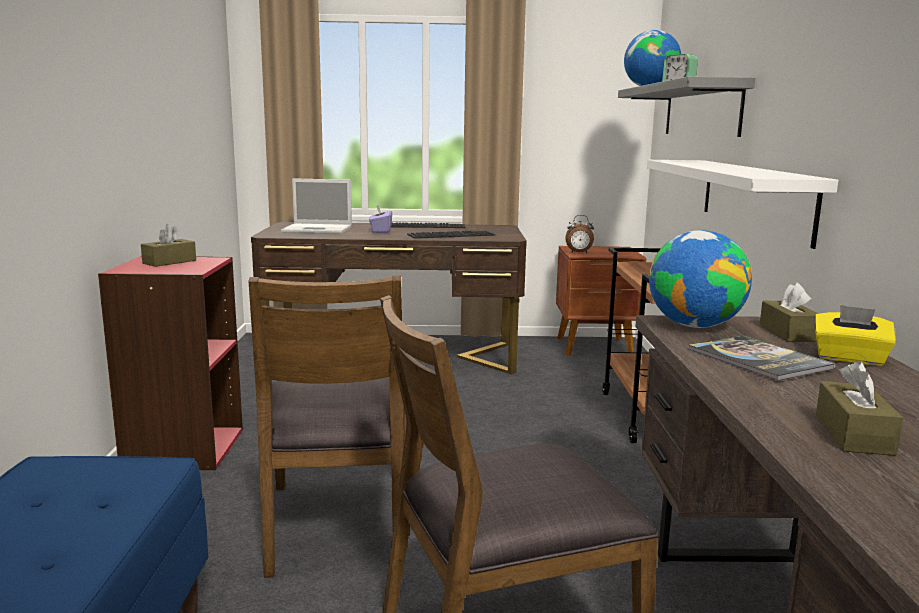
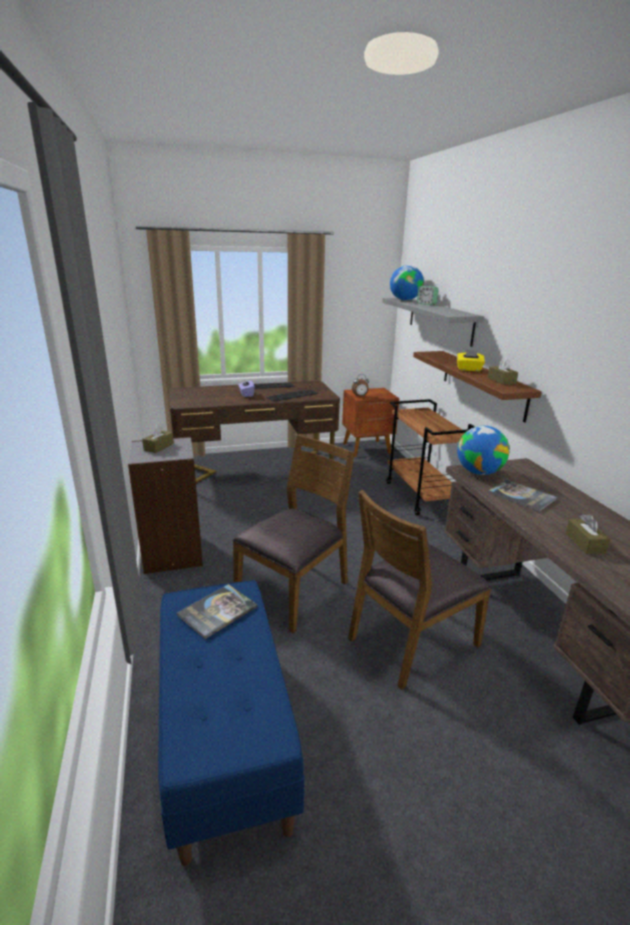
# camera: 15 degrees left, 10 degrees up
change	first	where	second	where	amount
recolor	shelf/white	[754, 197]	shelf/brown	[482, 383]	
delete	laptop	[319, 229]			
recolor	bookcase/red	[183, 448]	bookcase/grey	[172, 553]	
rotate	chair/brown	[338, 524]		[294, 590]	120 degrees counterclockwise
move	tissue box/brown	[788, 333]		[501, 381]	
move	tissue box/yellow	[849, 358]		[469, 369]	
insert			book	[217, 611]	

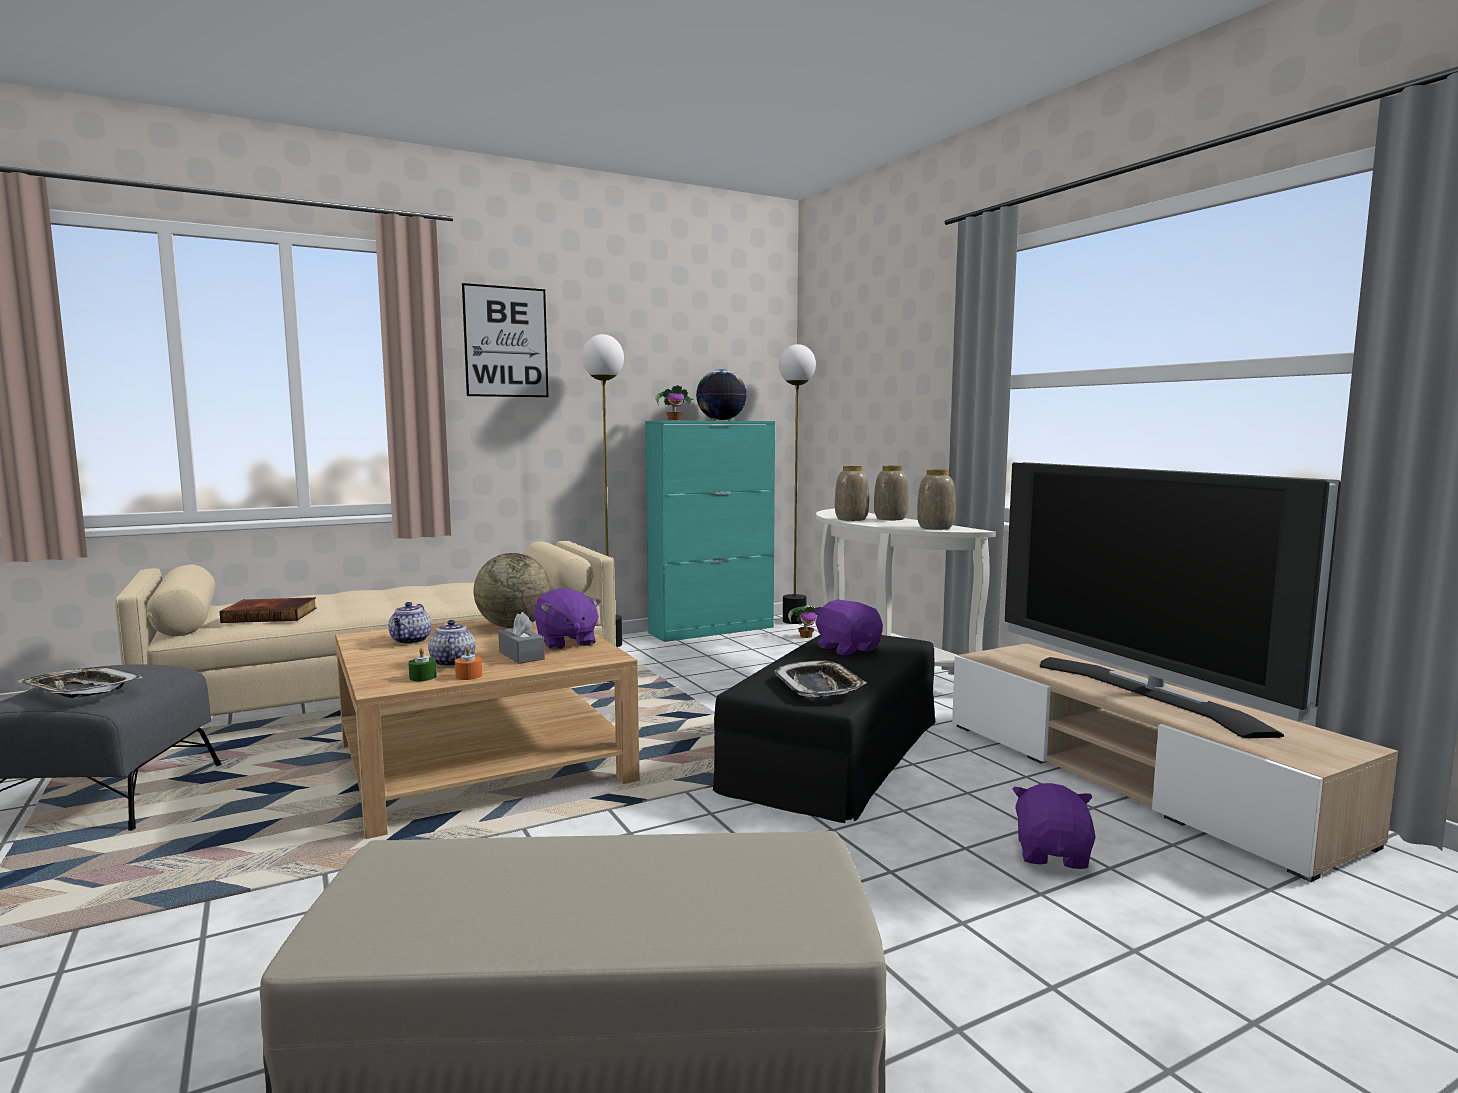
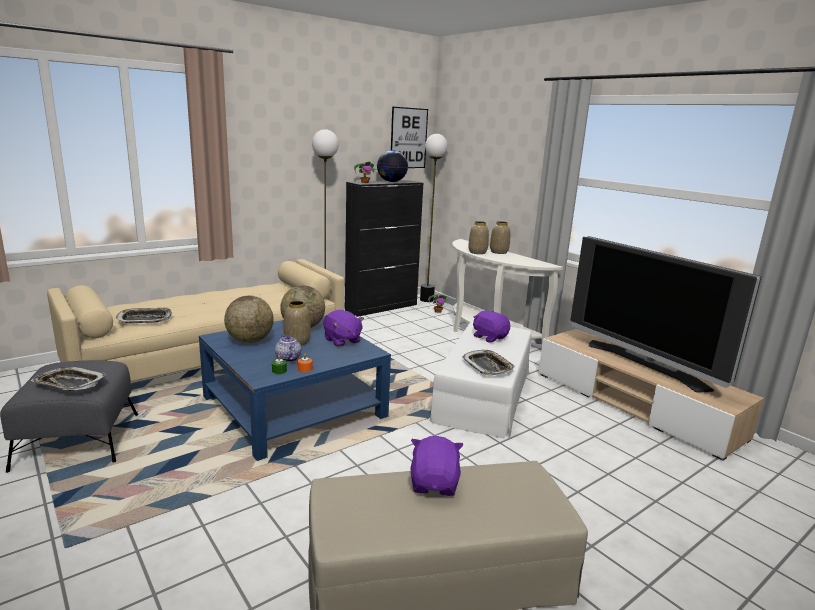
# camera: 10 degrees left, 10 degrees up
change	first	where	second	where	amount
move	picture	[506, 342]		[408, 138]	
recolor	cabinet/turquoise	[712, 630]	cabinet/black	[382, 307]	
move	vase	[935, 528]		[297, 342]	
replace	book	[271, 615]	tray	[145, 319]	
replace	teapot	[411, 641]	globe	[250, 341]	
delete	tissue box/grey	[521, 655]			
recolor	coffee table/beige	[482, 762]	coffee table/blue	[294, 407]	
recolor	ottoman/black	[835, 752]	ottoman/white	[483, 394]	
move	plush toy/purple	[1053, 854]		[434, 484]	

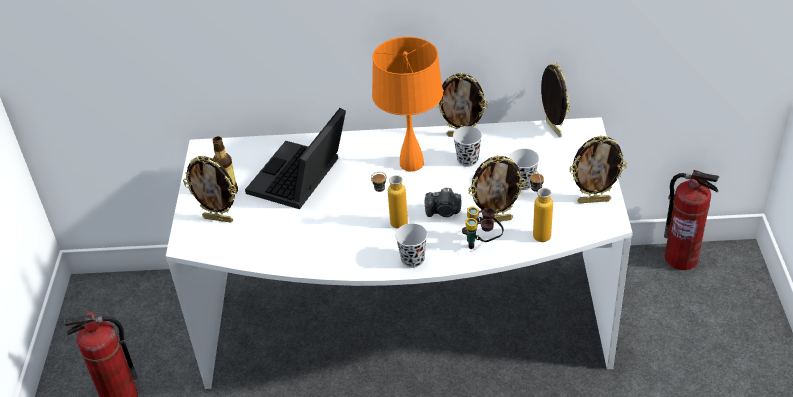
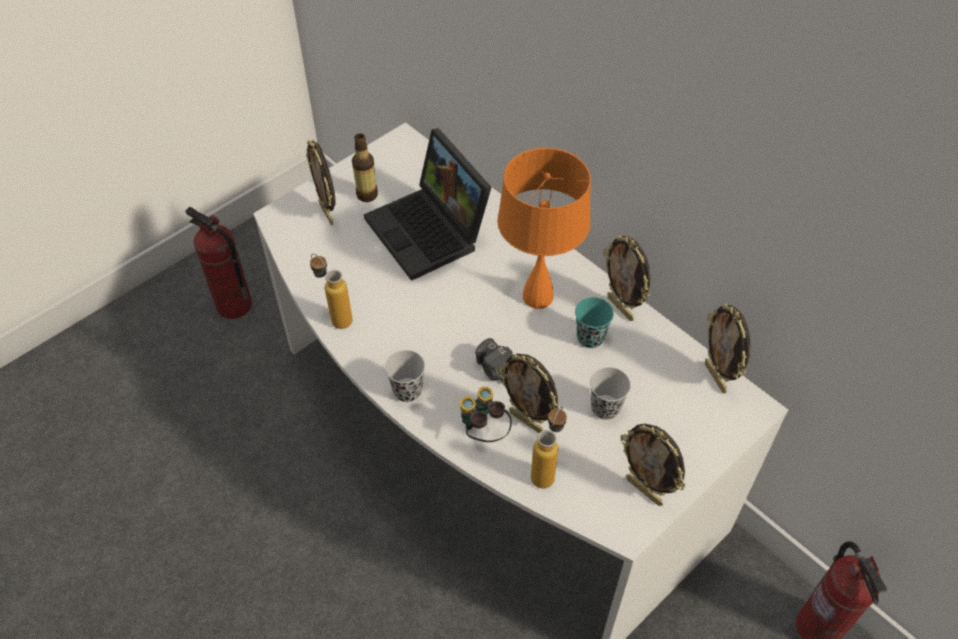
# camera: 45 degrees right, 10 degrees up
change	first	where	second	where	amount
rotate	picture frame	[552, 129]		[716, 377]	135 degrees clockwise
rotate	laptop	[300, 180]		[430, 231]	105 degrees counterclockwise
recolor	cup/black	[467, 160]	cup/turquoise	[590, 337]	
move	bottle	[391, 224]		[335, 317]	

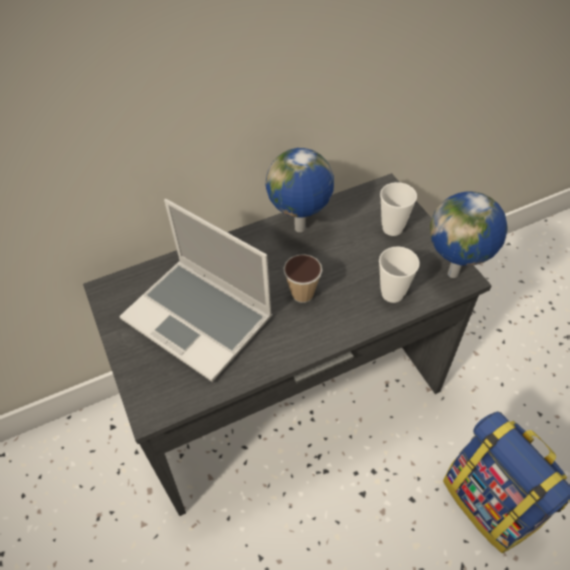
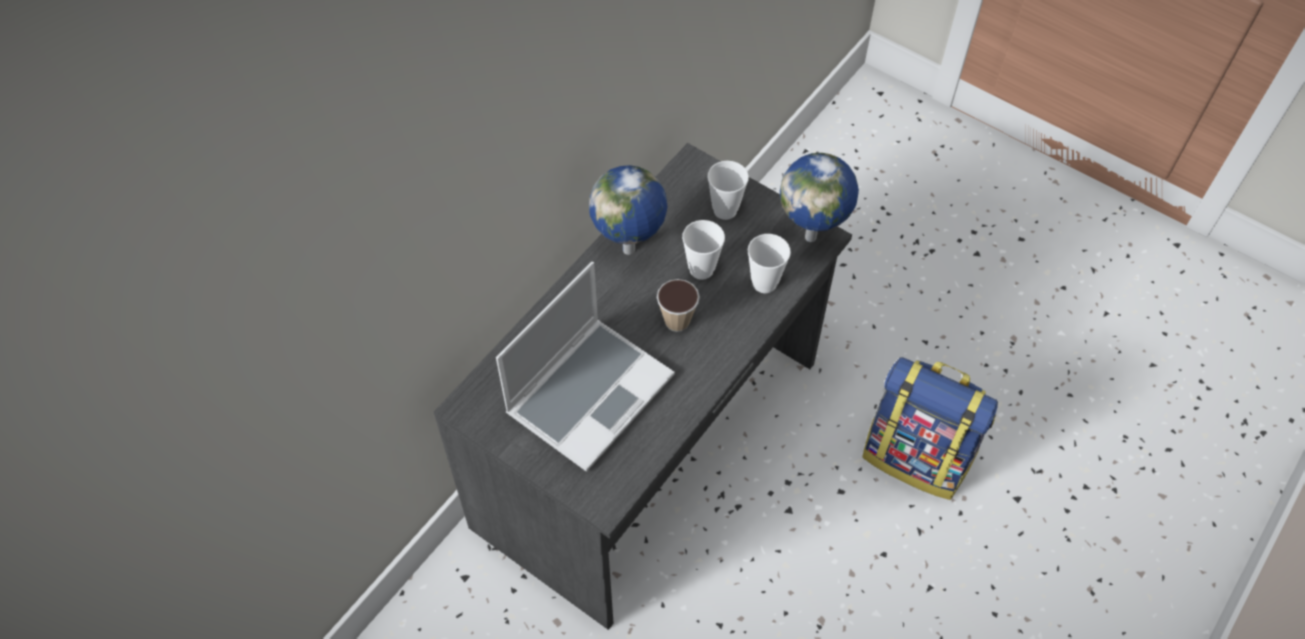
# camera: 30 degrees left, 5 degrees up
change	first	where	second	where	amount
rotate	laptop	[200, 318]		[590, 392]	60 degrees counterclockwise
insert			cup	[701, 269]	

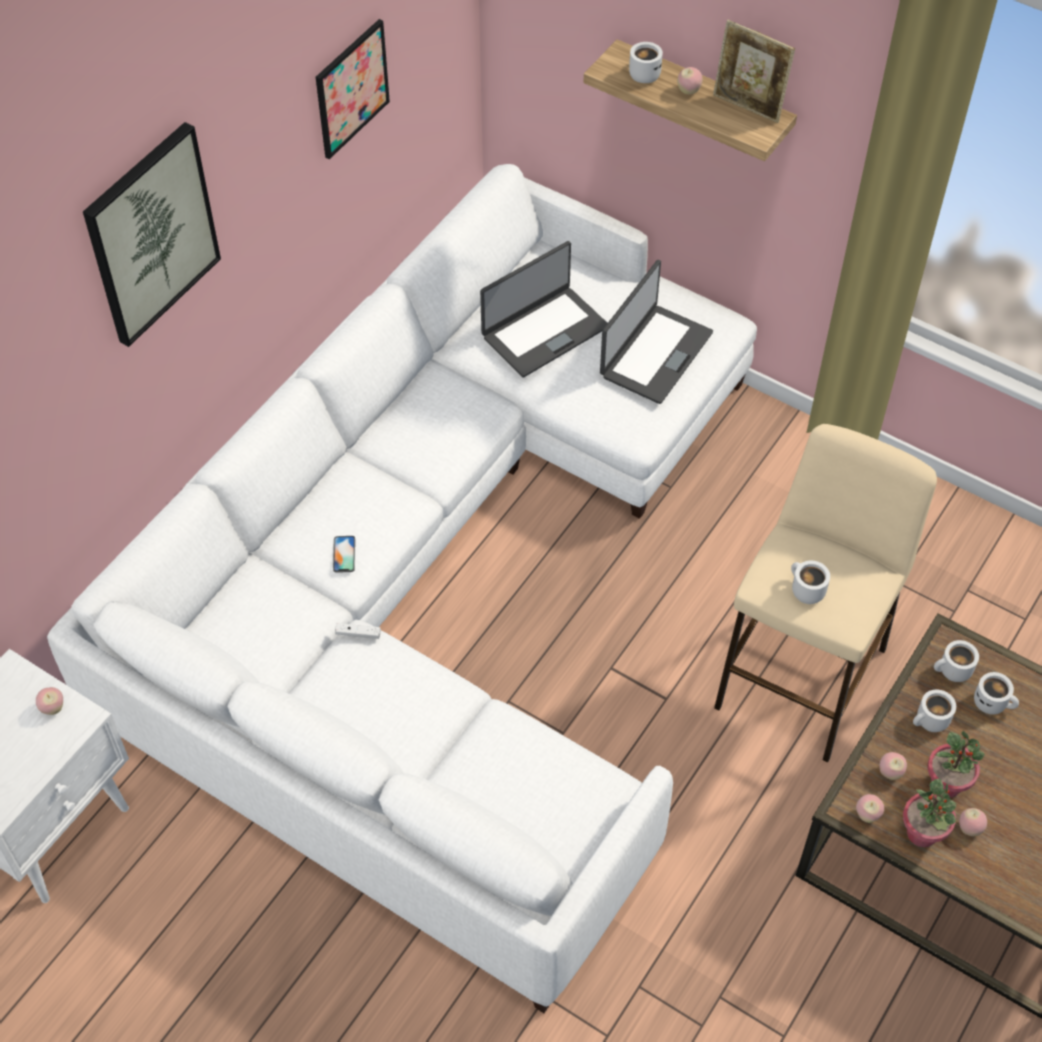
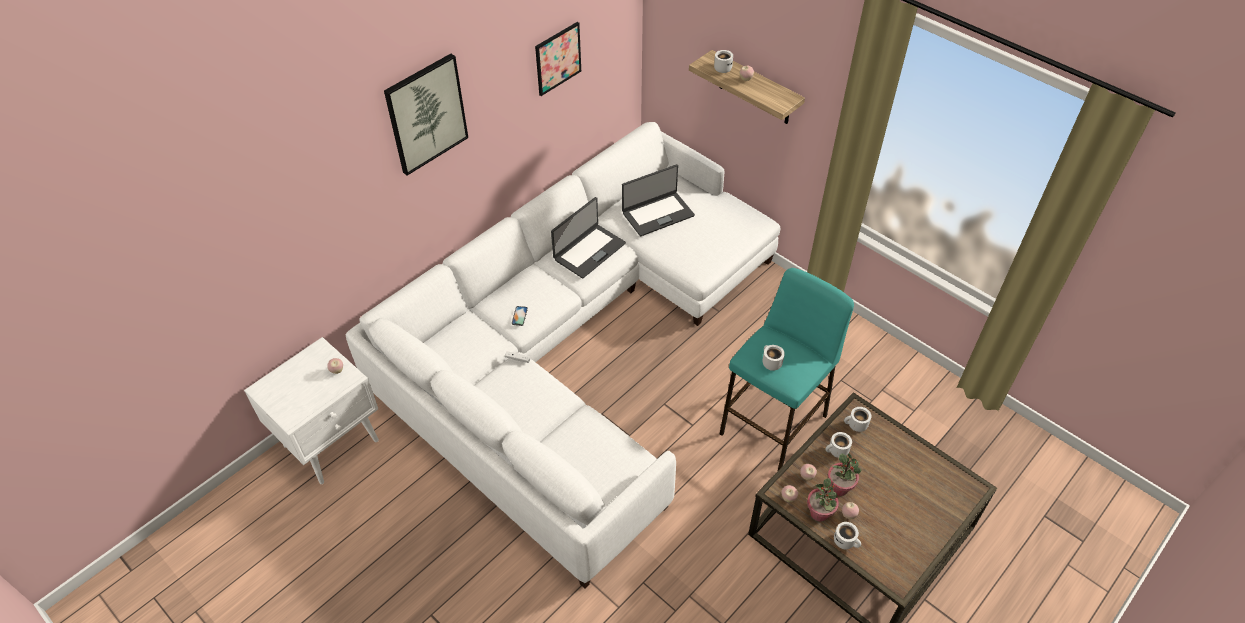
# camera: 10 degrees right, 5 degrees down
change	first	where	second	where	amount
delete	picture frame	[748, 107]			
move	laptop	[655, 354]		[589, 251]	
recolor	stool/beige	[801, 677]	stool/turquoise	[774, 424]	
move	mug/white	[993, 702]		[846, 541]	

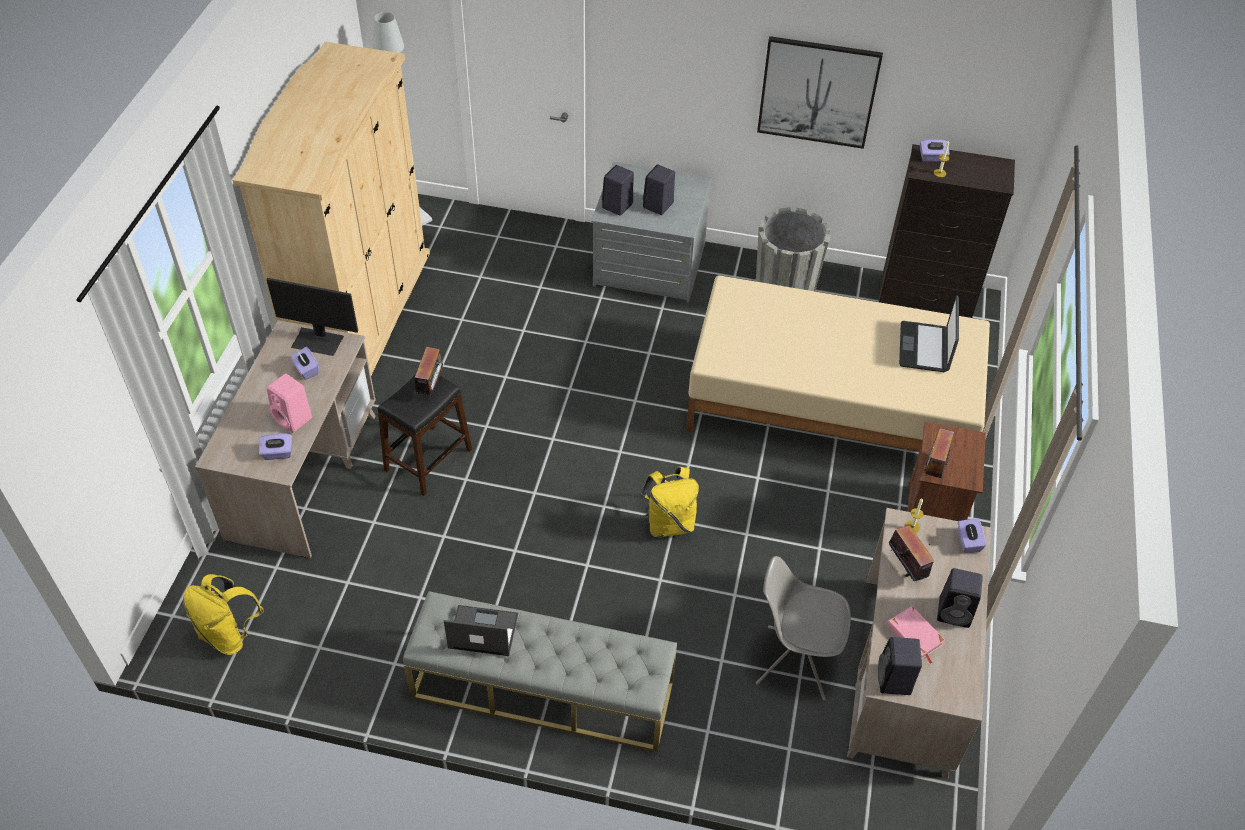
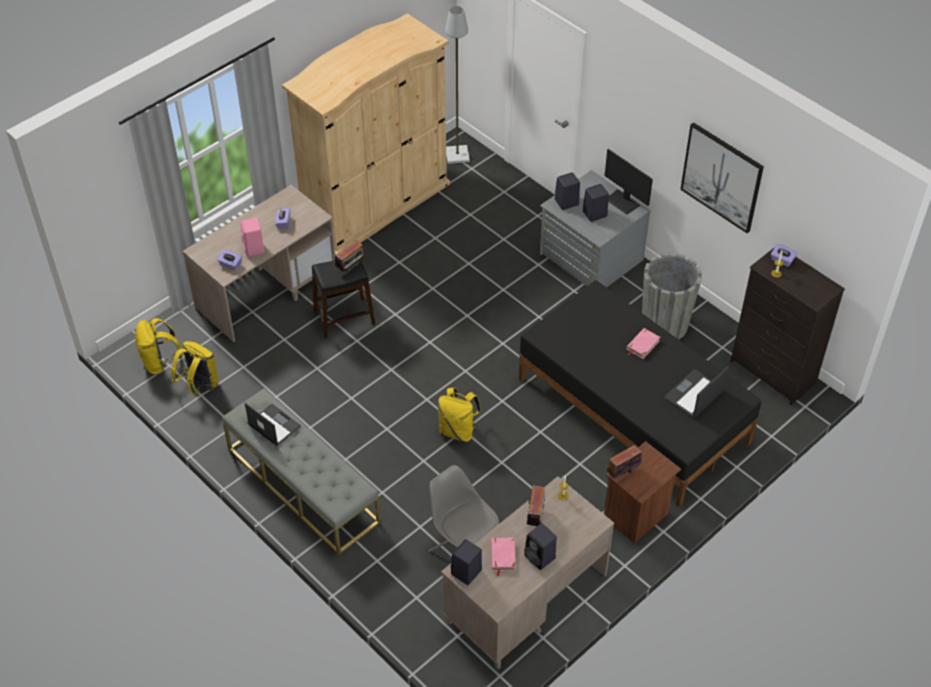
# camera: 35 degrees right, 0 degrees up
change	first	where	second	where	amount
recolor	bed/beige	[831, 407]	bed/black	[632, 412]	
move	monitor	[318, 341]		[622, 202]	
delete	tissue box/purple	[968, 542]			
insert			book/pink	[642, 345]	
insert			backpack/yellow	[200, 385]	

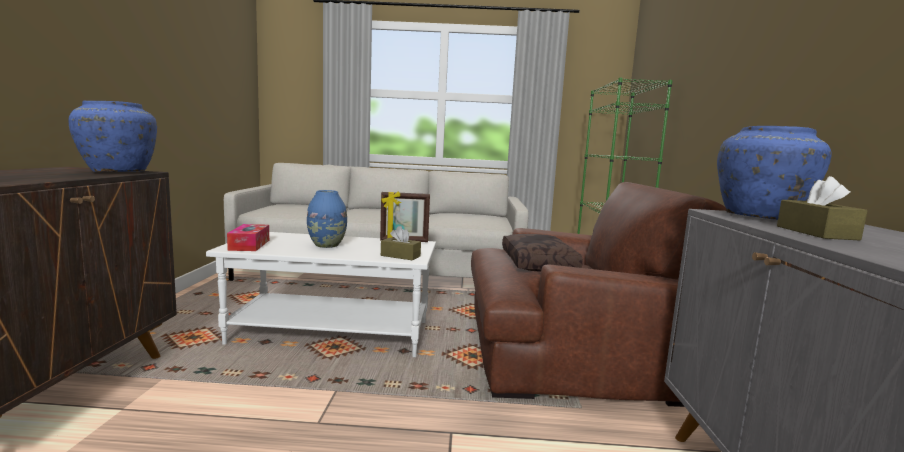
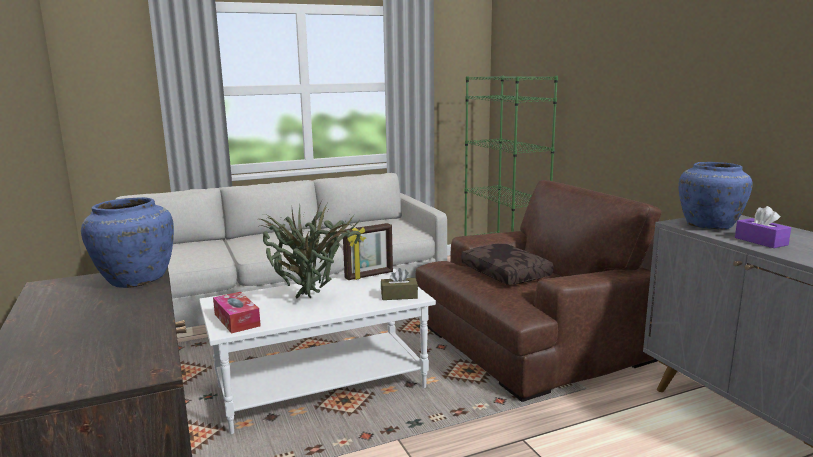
# camera: 25 degrees left, 5 degrees up
change	first	where	second	where	amount
recolor	tissue box/brown	[816, 233]	tissue box/purple	[761, 241]	
replace	vase/blue	[327, 245]	potted plant	[311, 300]	

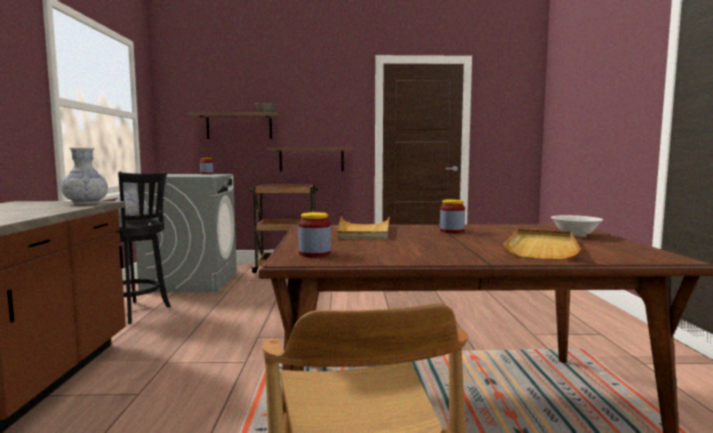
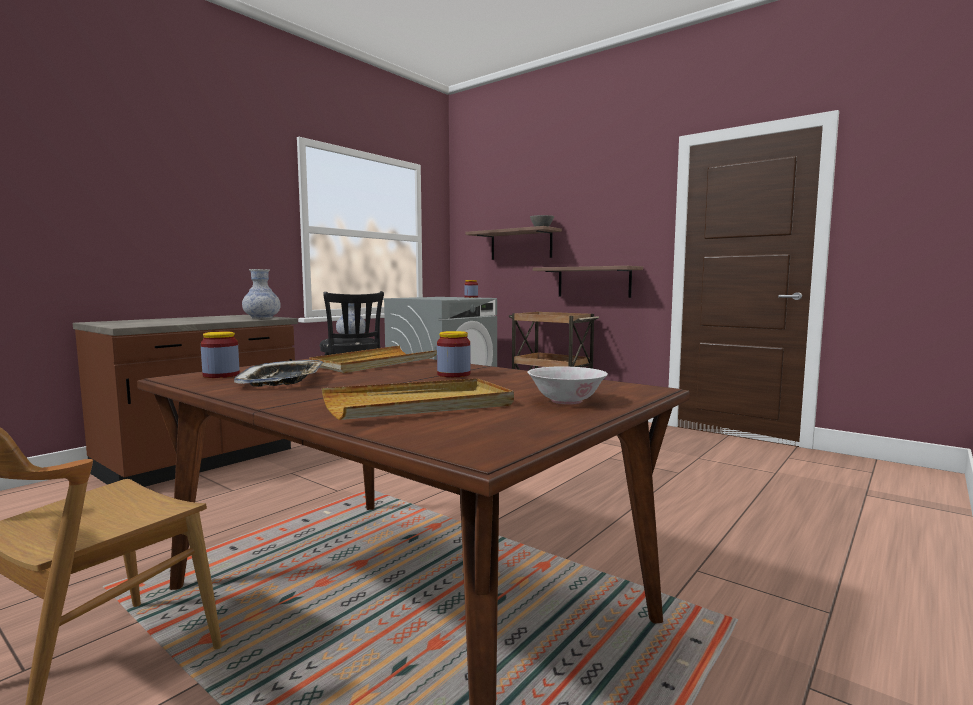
# camera: 40 degrees right, 0 degrees up
change	first	where	second	where	amount
insert			tray	[283, 380]	

